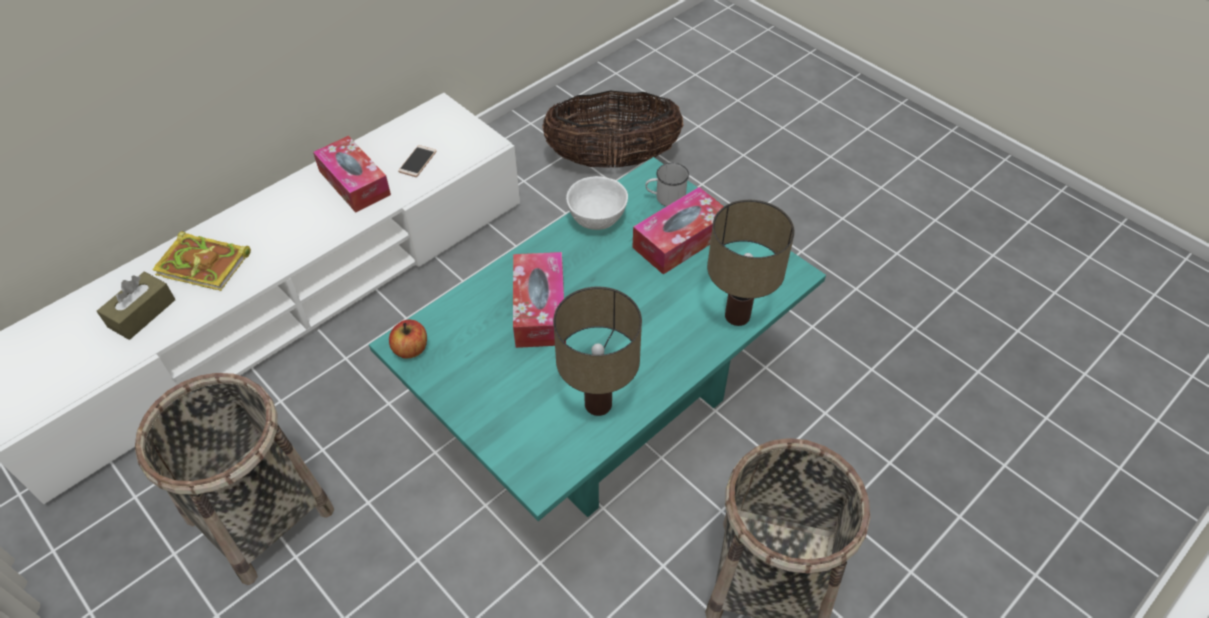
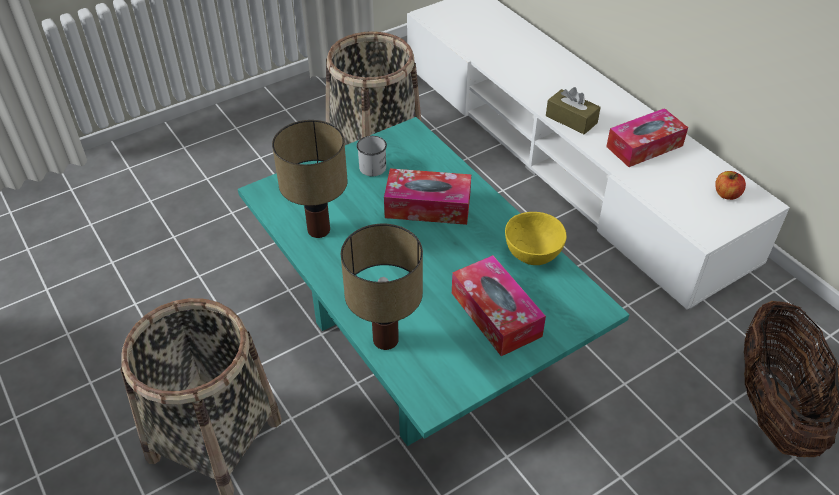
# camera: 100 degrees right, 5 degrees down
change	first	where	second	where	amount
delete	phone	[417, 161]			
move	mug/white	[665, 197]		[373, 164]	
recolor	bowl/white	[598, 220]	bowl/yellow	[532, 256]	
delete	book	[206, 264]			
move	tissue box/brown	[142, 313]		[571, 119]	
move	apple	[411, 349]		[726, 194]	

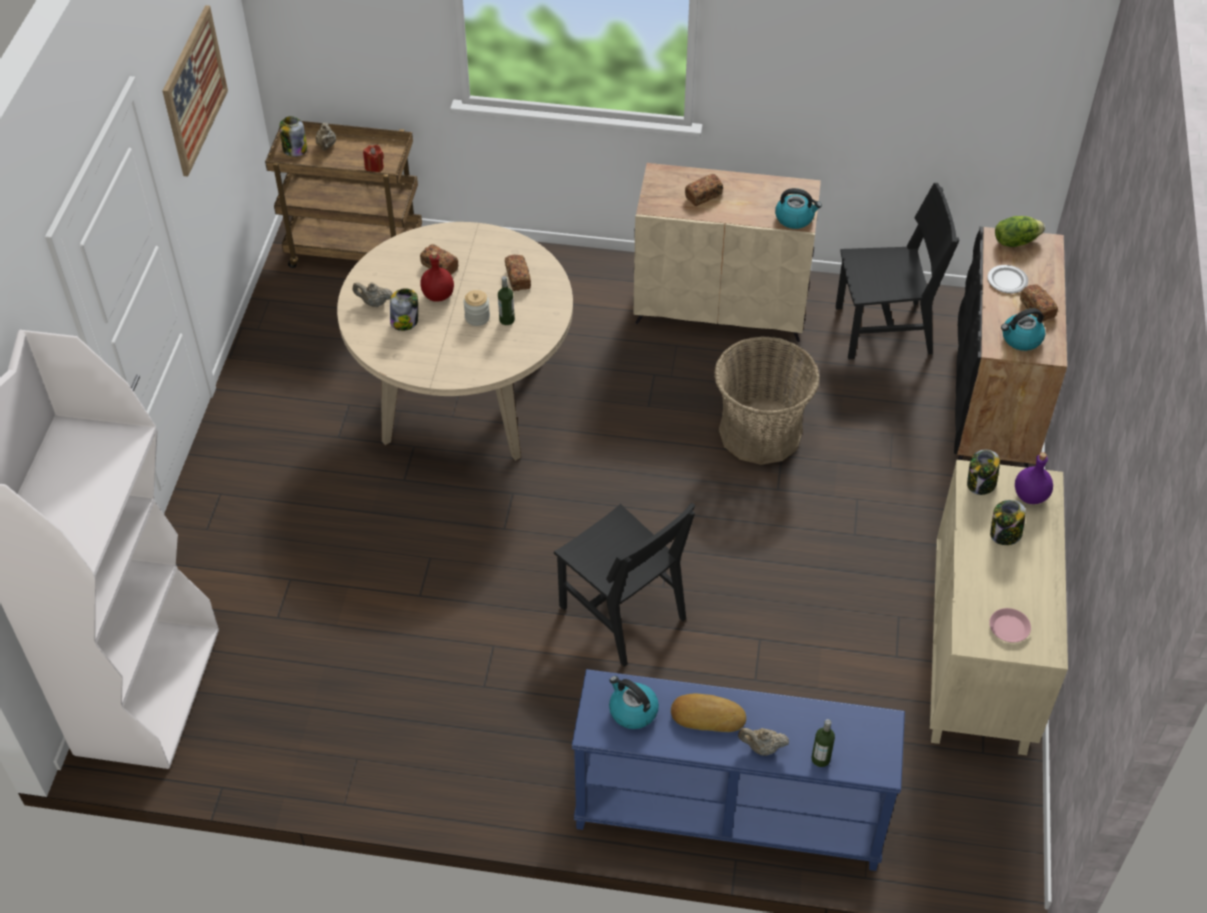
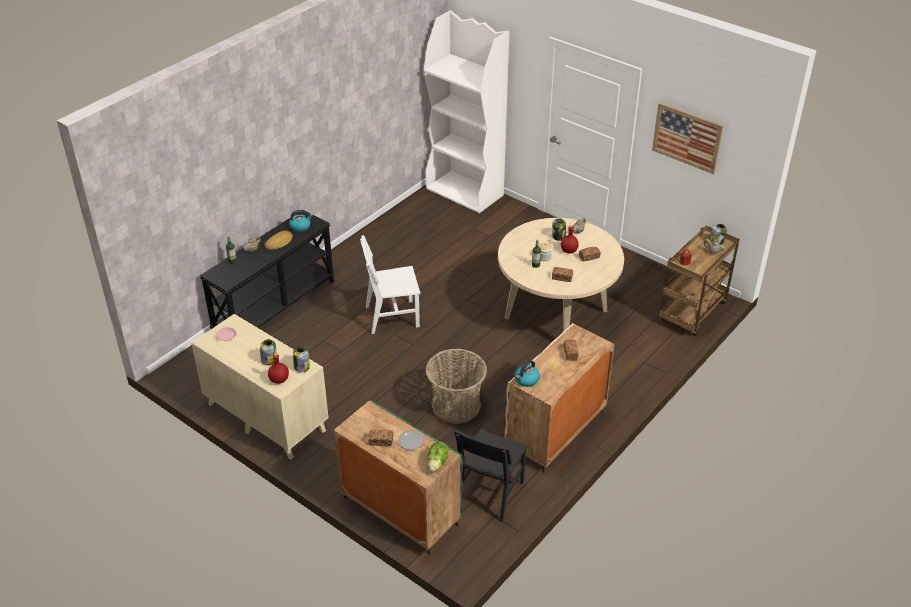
# camera: 120 degrees right, 10 degrees down
change	first	where	second	where	amount
recolor	cabinet/black	[993, 404]	cabinet/green	[399, 510]	
delete	kettle	[1021, 339]			
recolor	bottle/purple	[1030, 495]	bottle/red	[279, 380]	
recolor	chair/black	[622, 613]	chair/white	[392, 316]	
recolor	console table/blue	[728, 815]	console table/black	[274, 307]	

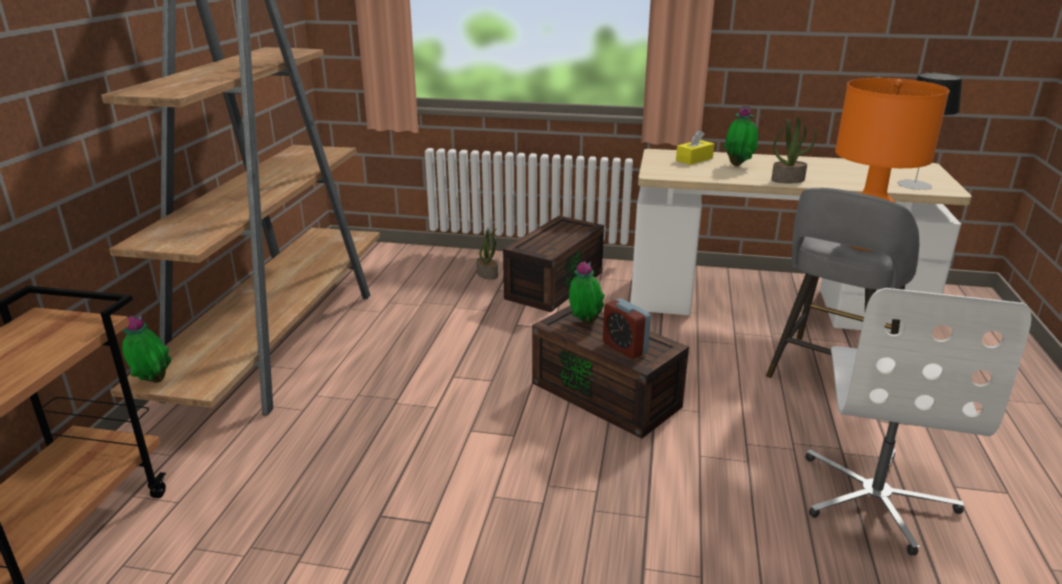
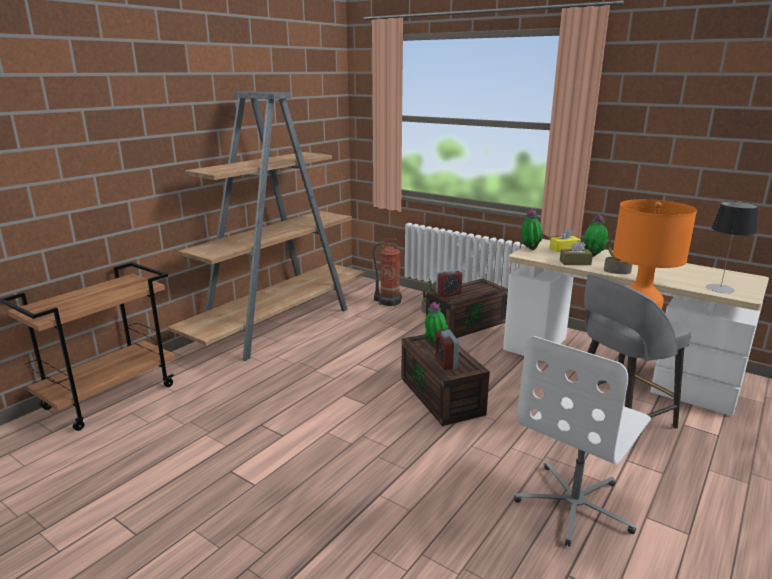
# camera: 25 degrees right, 5 degrees down
change	first	where	second	where	amount
move	potted plant	[152, 382]		[529, 249]	
insert			fire extinguisher	[388, 302]	
insert			tissue box/brown	[575, 262]	
insert			alarm clock	[448, 294]	

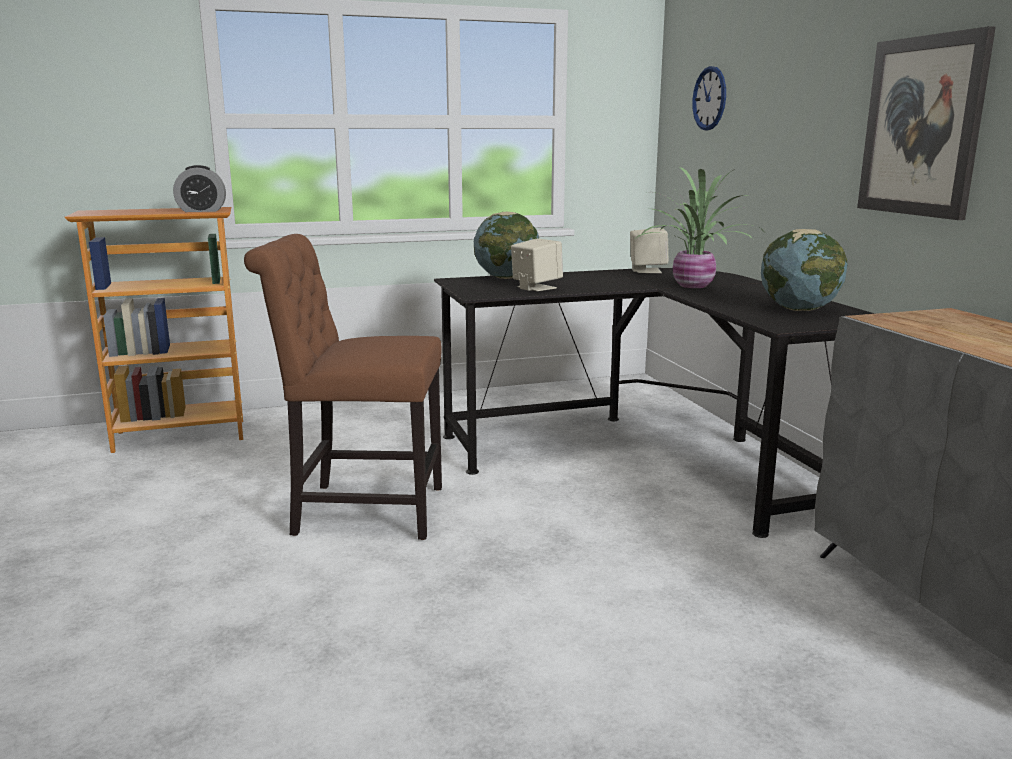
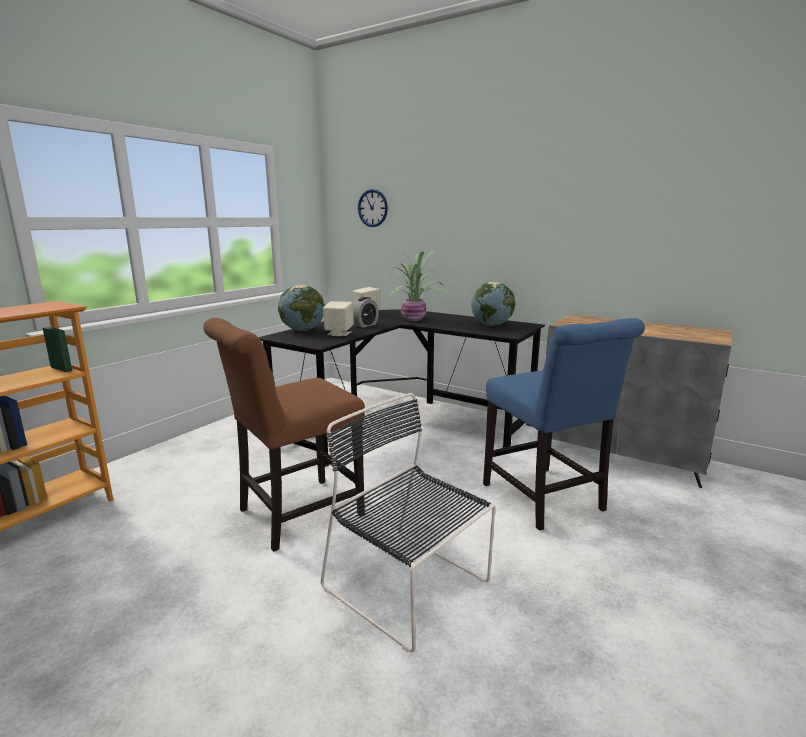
# camera: 40 degrees left, 0 degrees up
change	first	where	second	where	amount
delete	picture	[922, 127]			
move	alarm clock	[202, 211]		[365, 325]	
insert			chair/blue	[546, 500]	
insert			chair/black	[409, 587]	

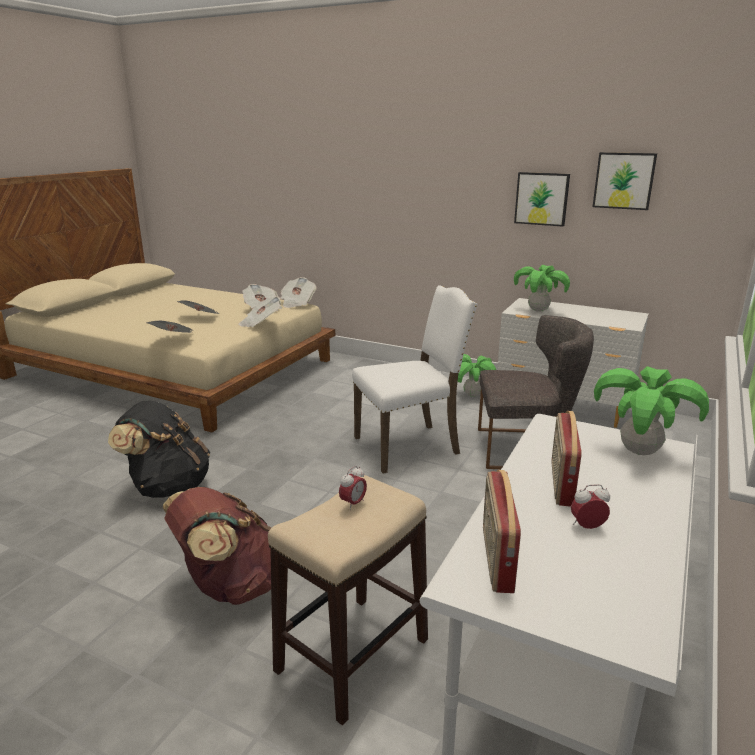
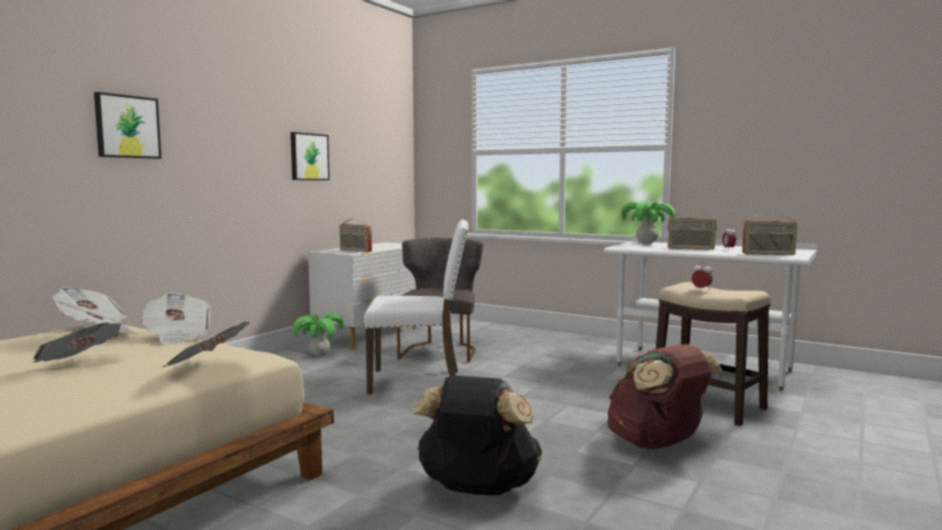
# camera: 85 degrees left, 15 degrees down
change	first	where	second	where	amount
move	picture	[624, 180]		[127, 127]	
replace	potted plant	[538, 310]	radio	[355, 251]	
rotate	chair/white	[409, 446]		[418, 381]	105 degrees clockwise

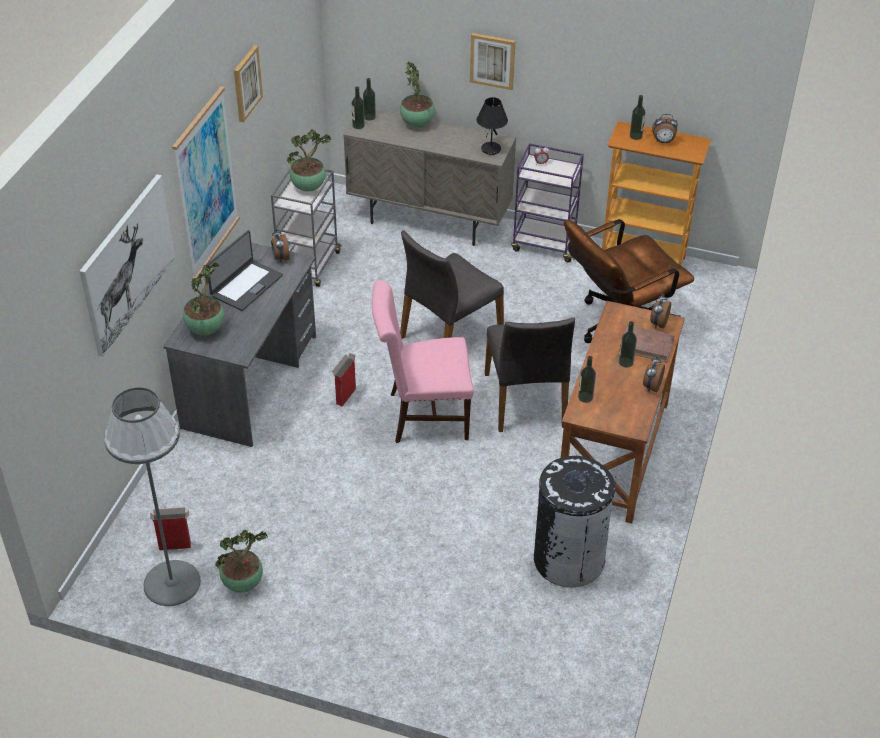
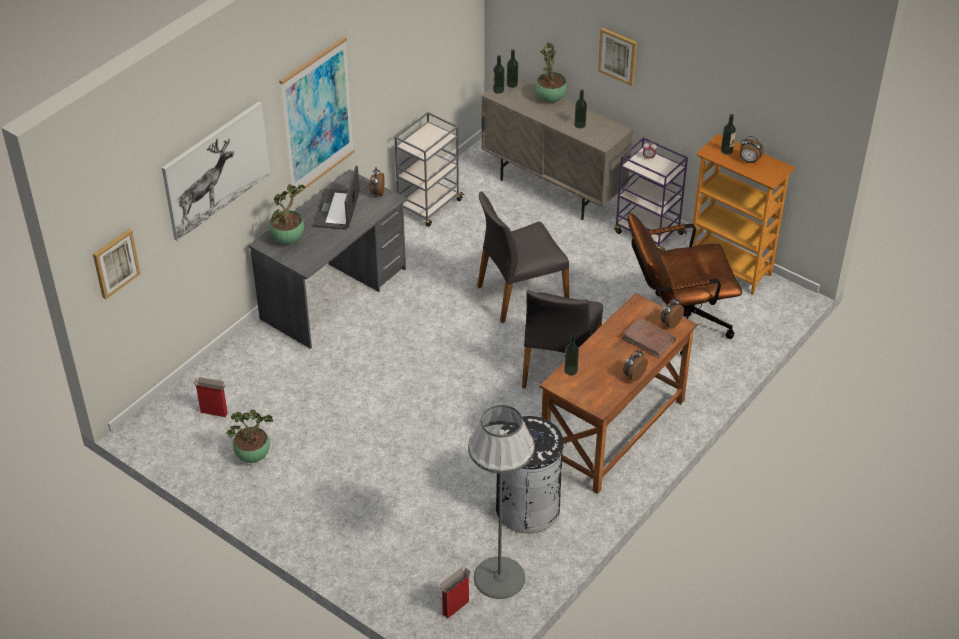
# camera: 20 degrees right, 0 degrees up
change	first	where	second	where	amount
move	picture	[246, 83]		[115, 263]	
delete	table lamp/black	[490, 149]			
delete	potted plant	[309, 187]			
rotate	laptop	[246, 285]		[337, 210]	135 degrees clockwise
delete	chair/pink	[422, 416]			
move	bottle	[626, 362]		[580, 125]	
move	cardboard box	[345, 397]		[455, 608]	
move	floor lamp/grey	[171, 583]		[499, 577]	

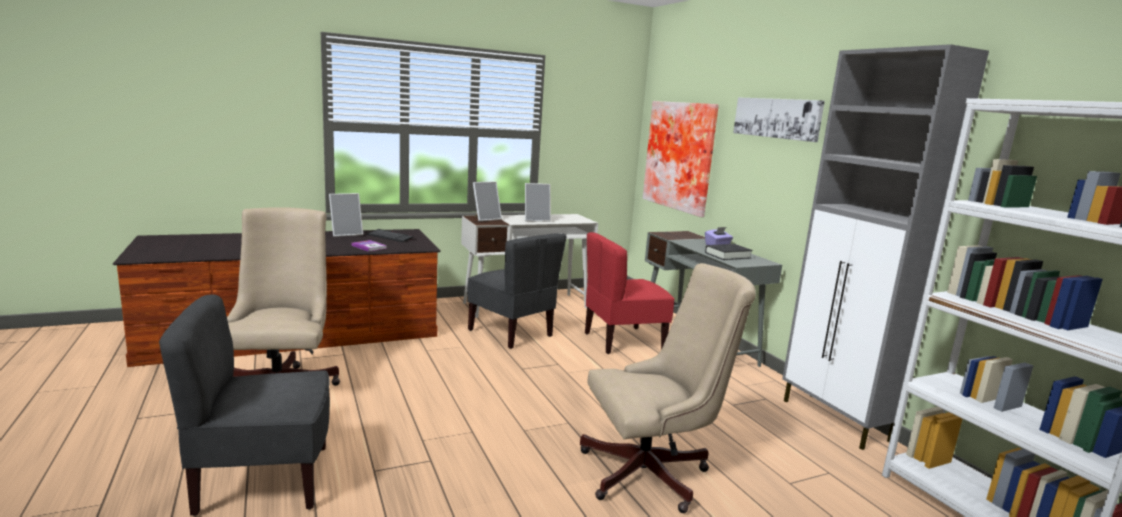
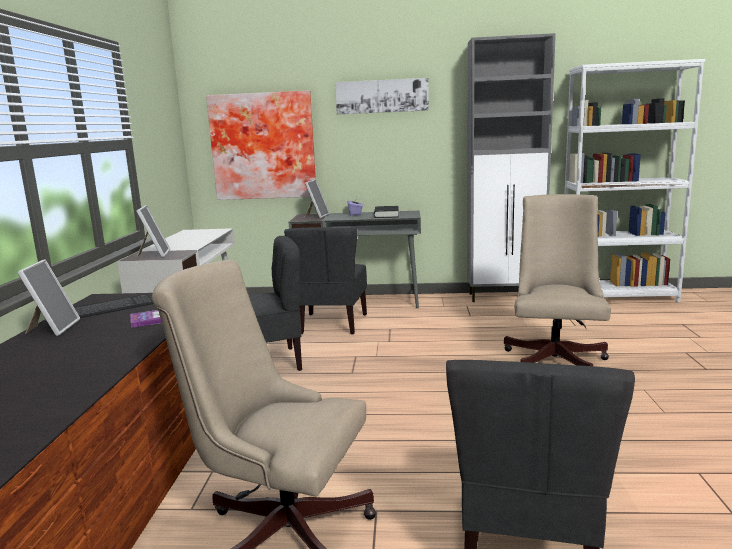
# camera: 60 degrees left, 0 degrees up
change	first	where	second	where	amount
move	picture frame	[536, 219]		[317, 216]	
recolor	chair/red	[623, 341]	chair/grey	[332, 324]	

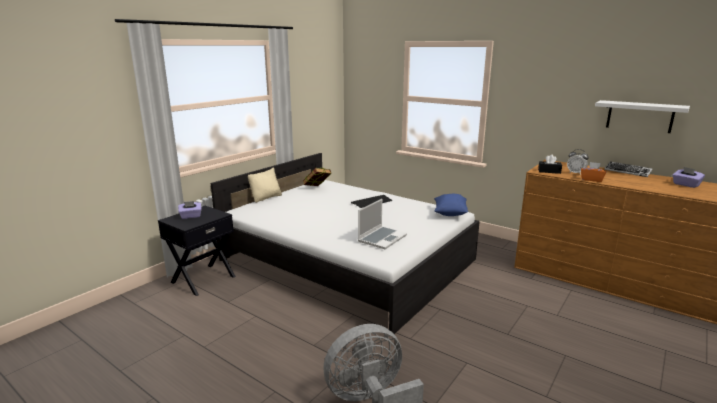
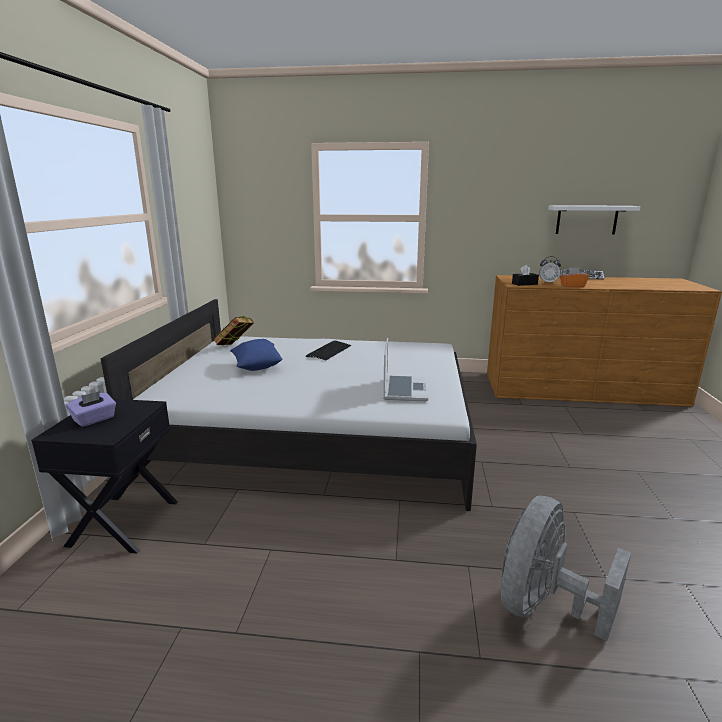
# camera: 30 degrees left, 0 degrees up
change	first	where	second	where	amount
delete	pillow/beige	[266, 198]			
delete	tissue box/purple	[685, 185]			
move	pillow/blue	[450, 213]		[257, 367]	

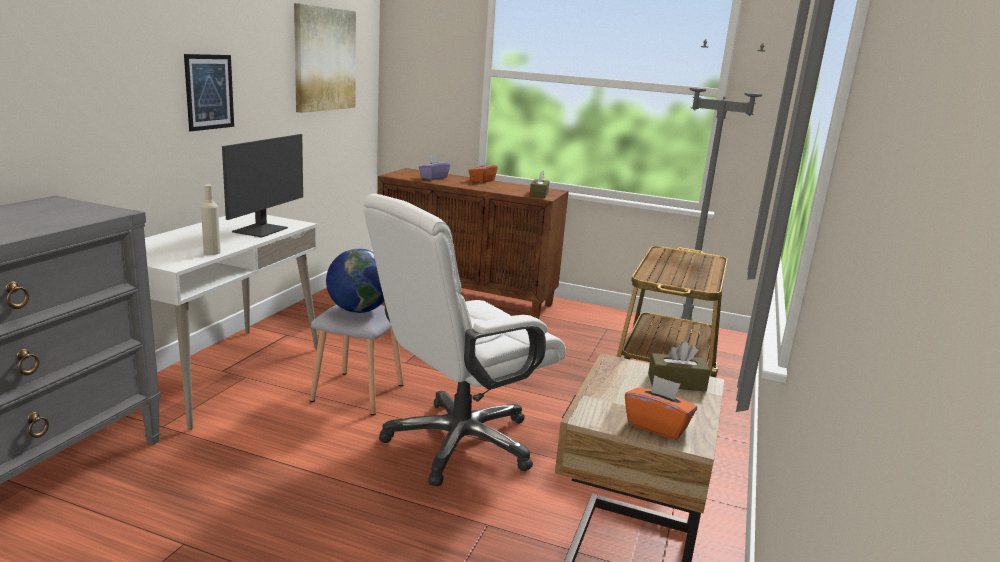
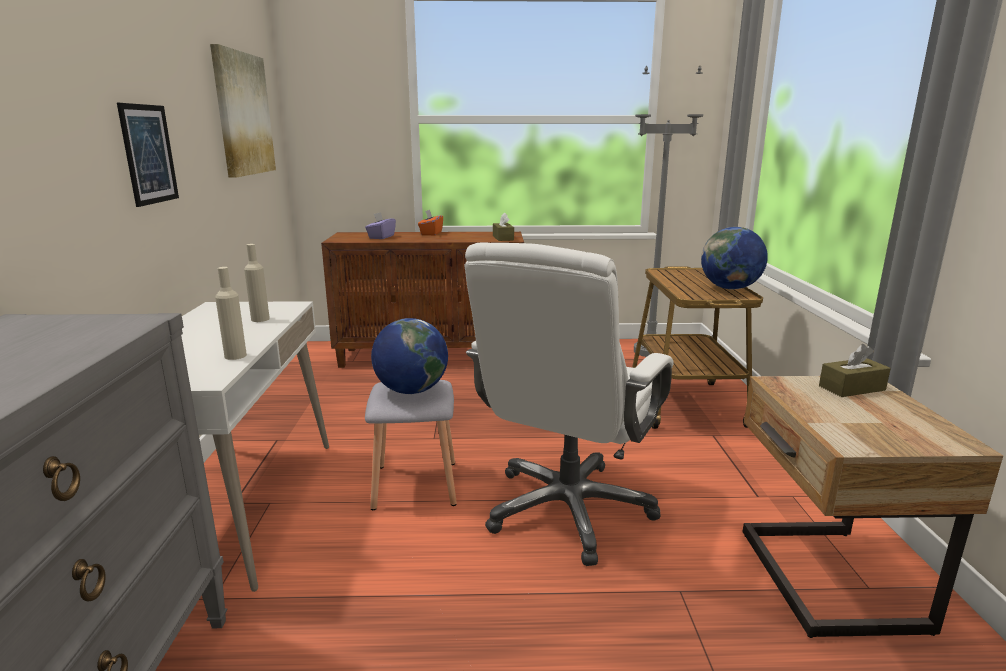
# camera: 20 degrees left, 0 degrees up
change	first	where	second	where	amount
replace	monitor	[262, 230]	bottle/beige	[260, 319]	
delete	tissue box/orange	[657, 426]			
insert			globe	[730, 288]	

